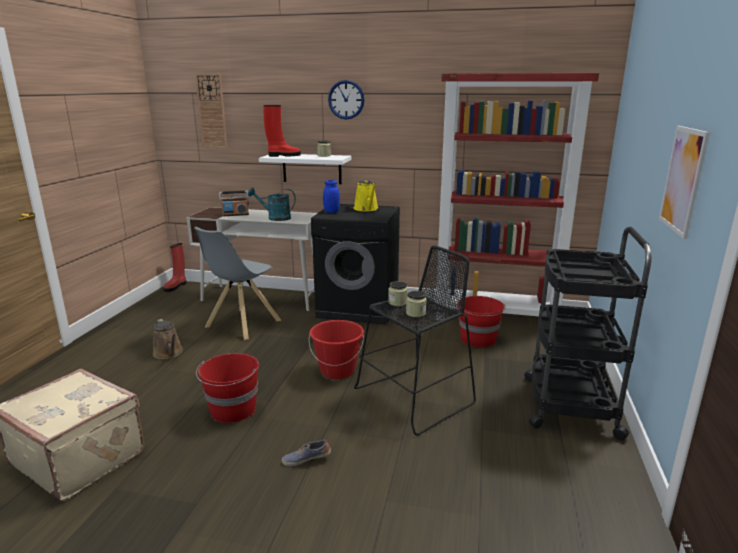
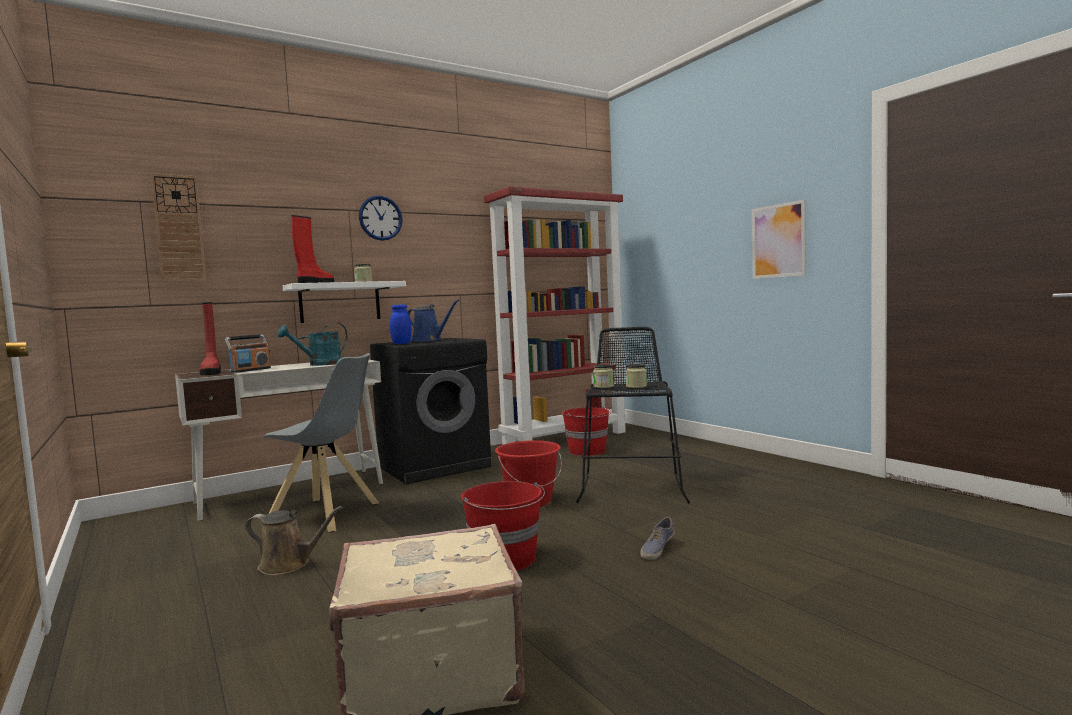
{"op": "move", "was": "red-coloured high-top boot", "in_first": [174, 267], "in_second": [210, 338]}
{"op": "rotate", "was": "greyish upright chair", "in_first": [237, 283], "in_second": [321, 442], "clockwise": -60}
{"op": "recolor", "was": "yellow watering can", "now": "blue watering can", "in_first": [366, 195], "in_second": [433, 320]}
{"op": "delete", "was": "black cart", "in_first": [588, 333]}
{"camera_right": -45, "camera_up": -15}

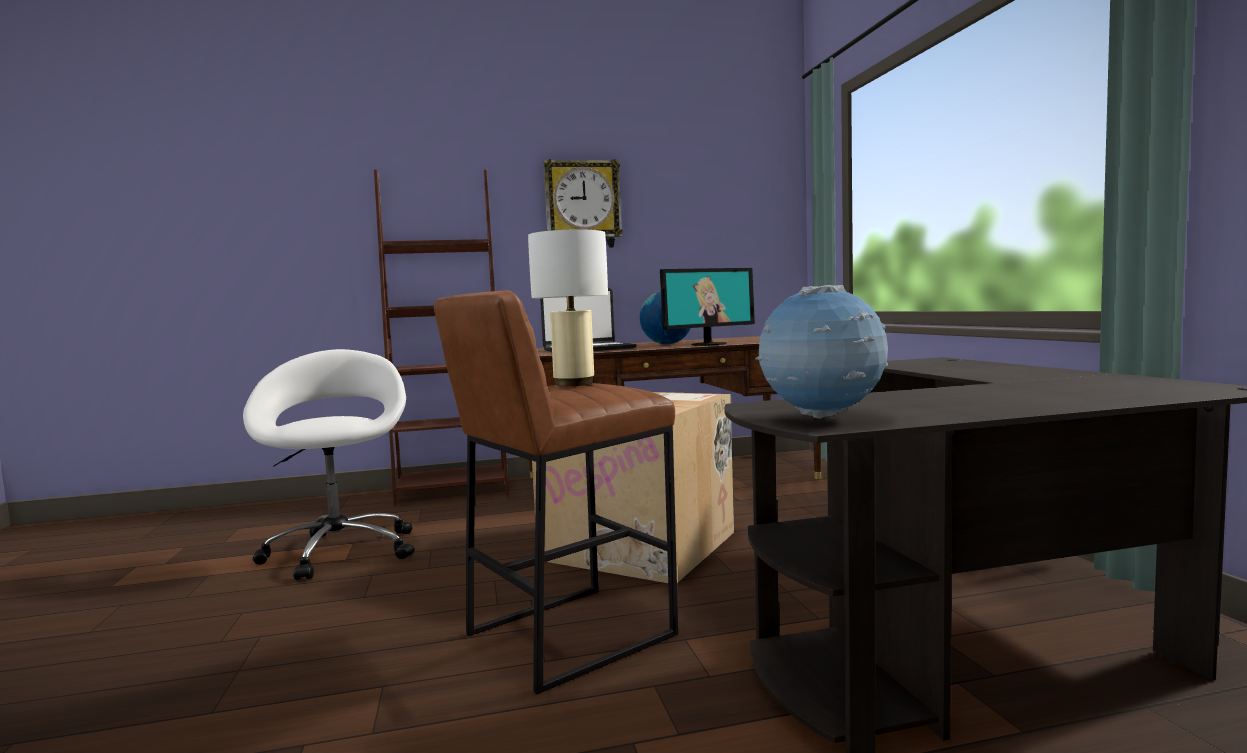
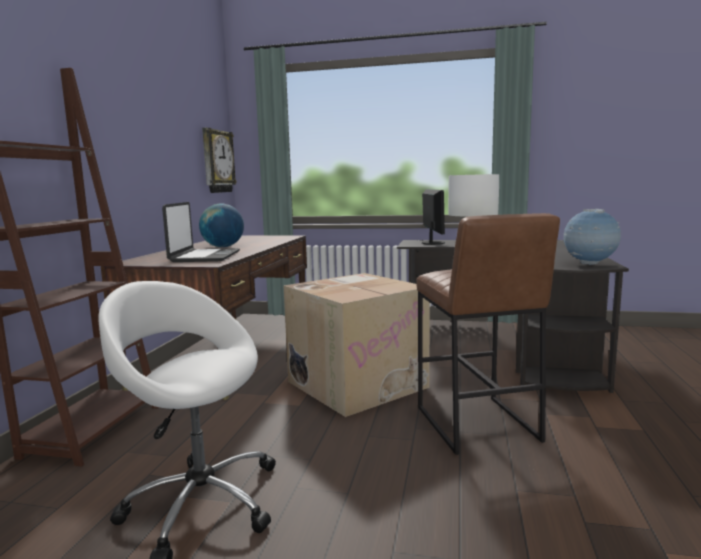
{"op": "move", "was": "wall clock", "in_first": [583, 203], "in_second": [219, 160]}
{"op": "move", "was": "computer display", "in_first": [707, 307], "in_second": [433, 217]}
{"camera_right": -65, "camera_up": 5}

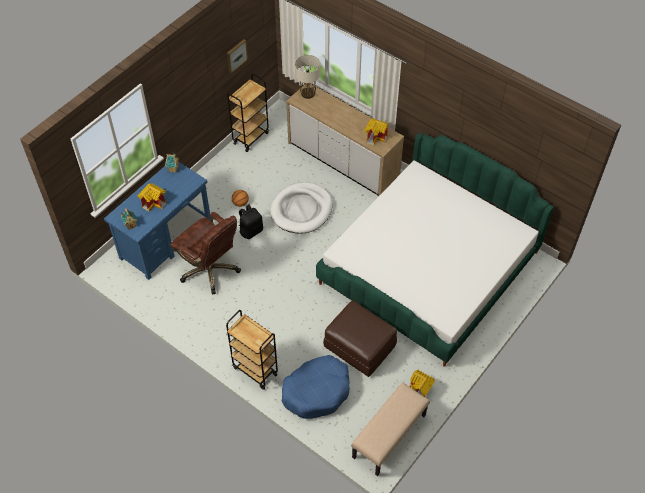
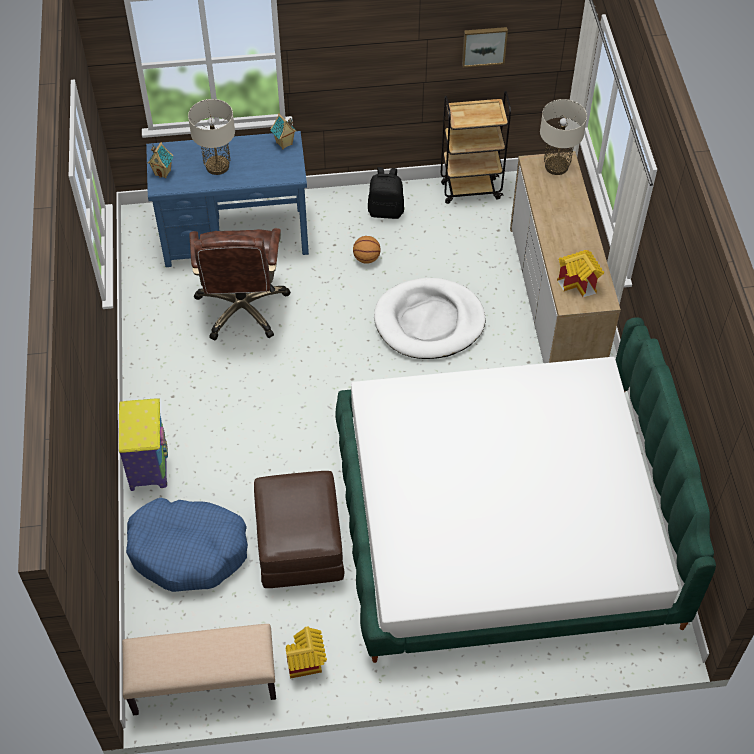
{"op": "replace", "was": "model house", "now": "table lamp", "in_first": [152, 197], "in_second": [211, 137]}
{"op": "replace", "was": "brownish cart", "now": "night table", "in_first": [252, 350], "in_second": [143, 444]}
{"op": "move", "was": "black backpack", "in_first": [251, 221], "in_second": [386, 193]}
{"camera_right": 45, "camera_up": 0}

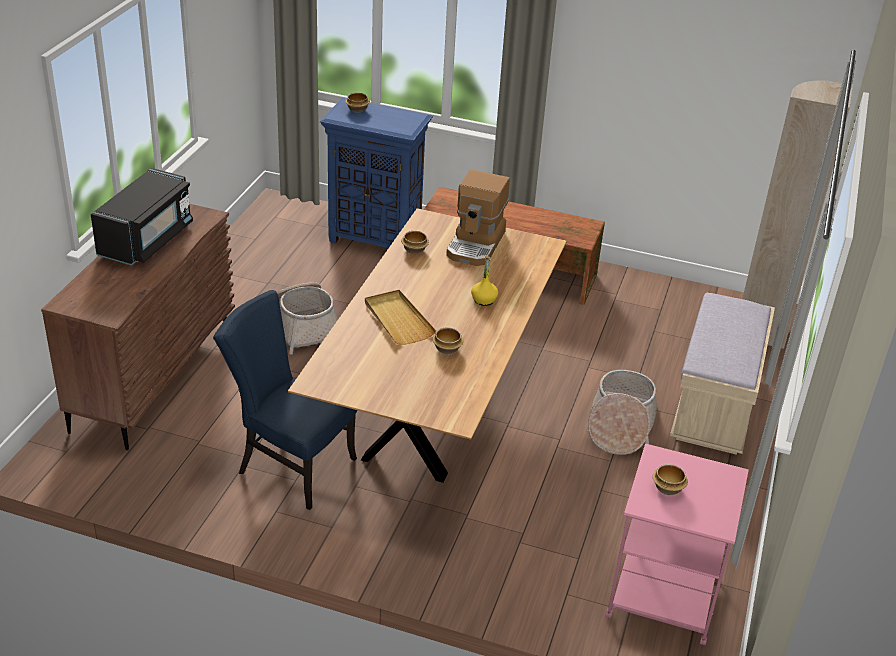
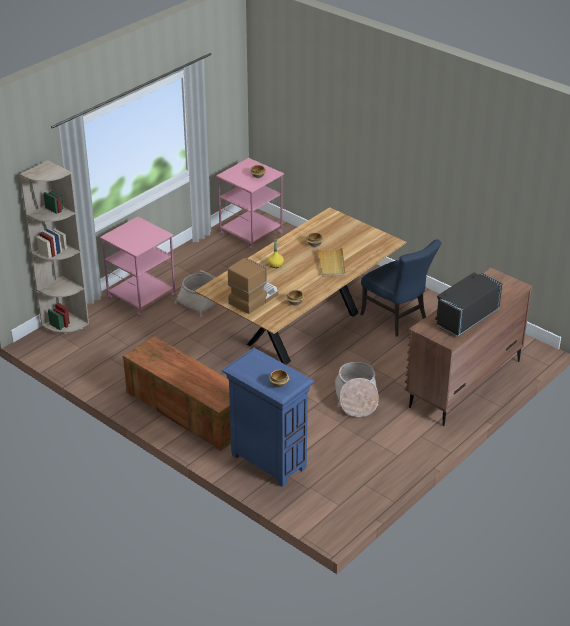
{"op": "replace", "was": "beige-coloured bench", "now": "pink-coloured cart", "in_first": [722, 373], "in_second": [138, 266]}
{"camera_right": -155, "camera_up": 0}

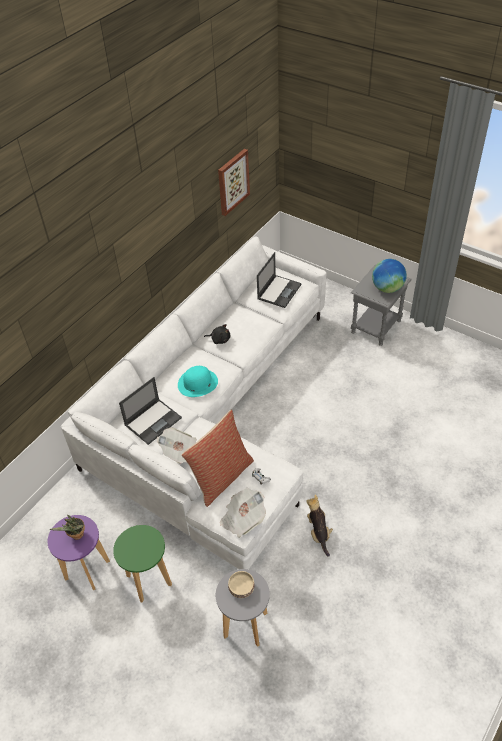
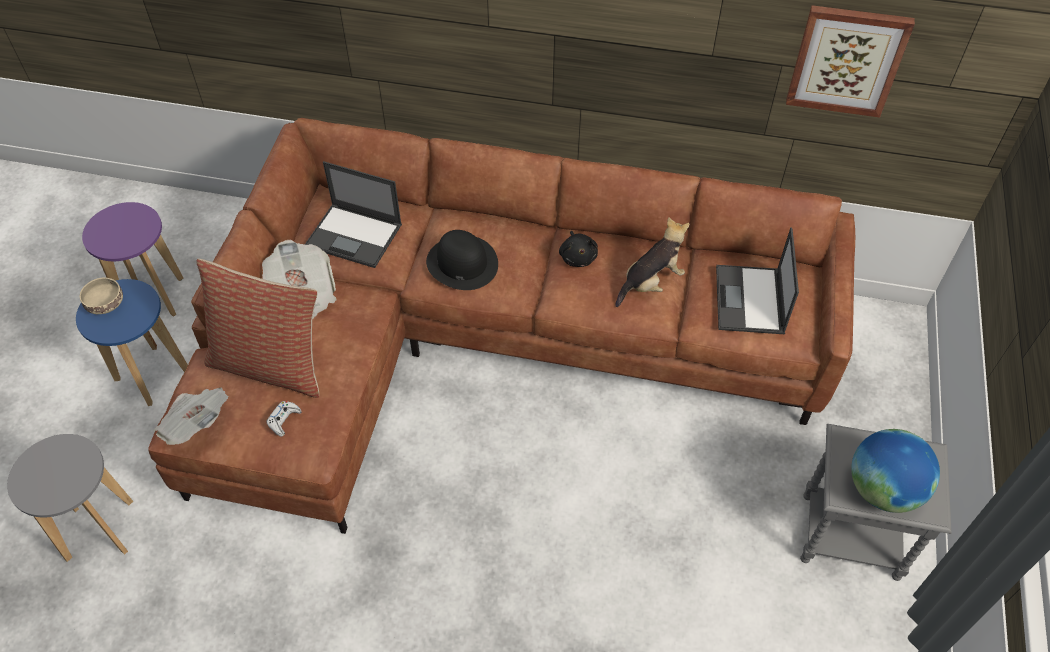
{"op": "delete", "was": "houseplant", "in_first": [67, 527]}
{"op": "recolor", "was": "white couch", "now": "brownish couch", "in_first": [193, 402], "in_second": [501, 326]}
{"op": "recolor", "was": "green sitting stool", "now": "blue sitting stool", "in_first": [142, 564], "in_second": [132, 342]}
{"op": "recolor", "was": "turquoise-coloured clothing hat", "now": "black clothing hat", "in_first": [198, 381], "in_second": [462, 260]}
{"op": "move", "was": "beige-coloured serving bowl", "in_first": [241, 584], "in_second": [101, 296]}
{"op": "rotate", "was": "laptop", "in_first": [279, 280], "in_second": [757, 280], "clockwise": 90}
{"op": "move", "was": "soft toy", "in_first": [319, 526], "in_second": [652, 262]}
{"camera_right": 65, "camera_up": 5}

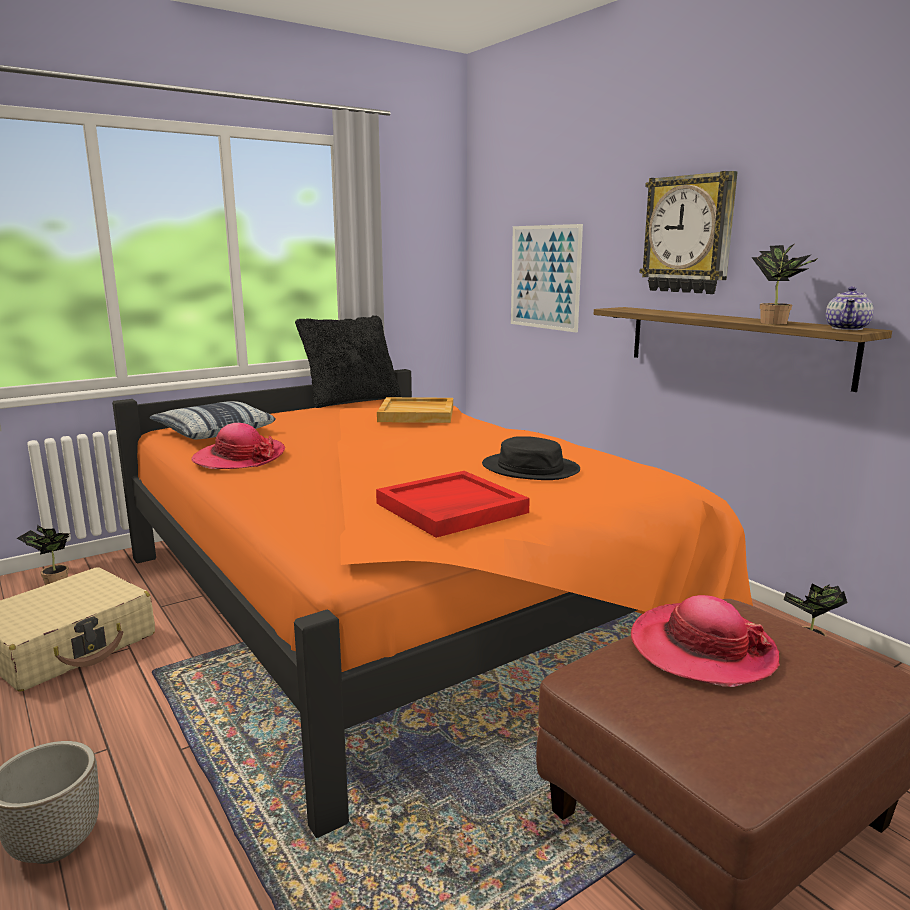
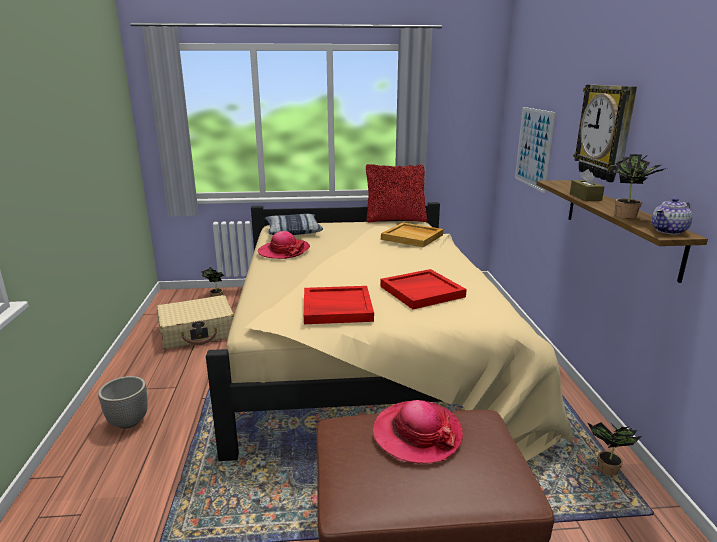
{"op": "recolor", "was": "orange sleeping bed", "now": "beige-coloured sleeping bed", "in_first": [432, 603], "in_second": [389, 331]}
{"op": "recolor", "was": "black cushion", "now": "red-coloured cushion", "in_first": [348, 361], "in_second": [396, 193]}
{"op": "replace", "was": "black clothing hat", "now": "red-coloured tray", "in_first": [531, 458], "in_second": [423, 289]}
{"op": "insert", "now": "brownish tissue box", "in_second": [587, 185]}
{"camera_right": 30, "camera_up": 5}

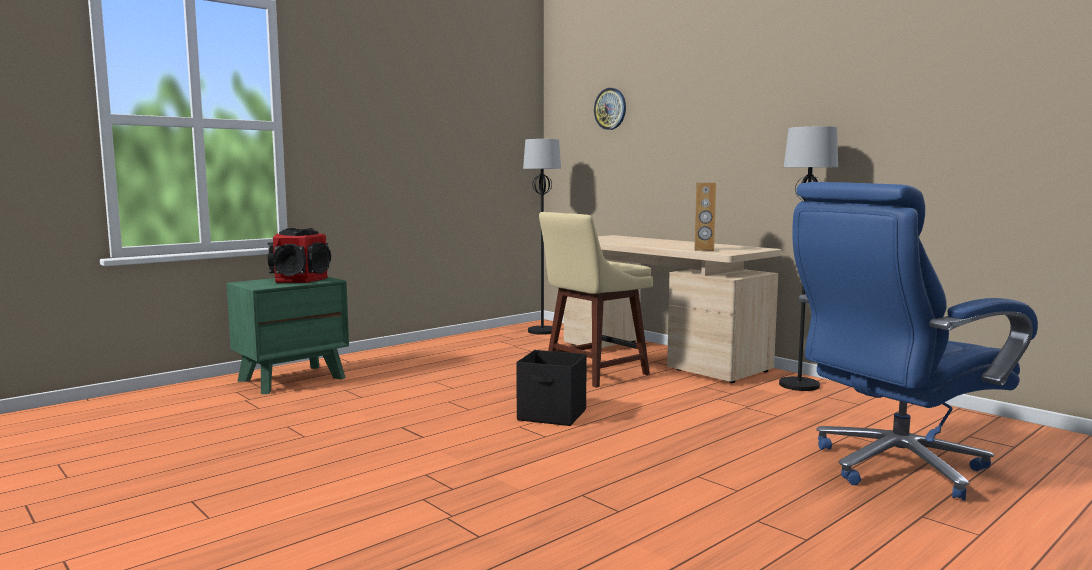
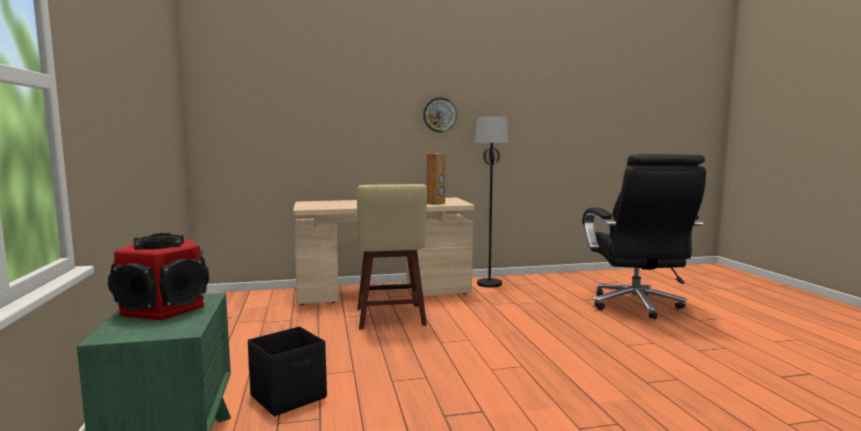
{"op": "move", "was": "black storage container", "in_first": [551, 388], "in_second": [287, 371]}
{"op": "delete", "was": "black standard lamp", "in_first": [542, 237]}
{"op": "move", "was": "wall clock", "in_first": [610, 109], "in_second": [440, 114]}
{"op": "recolor", "was": "blue office chair", "now": "black office chair", "in_first": [915, 341], "in_second": [644, 237]}
{"camera_right": -60, "camera_up": 0}

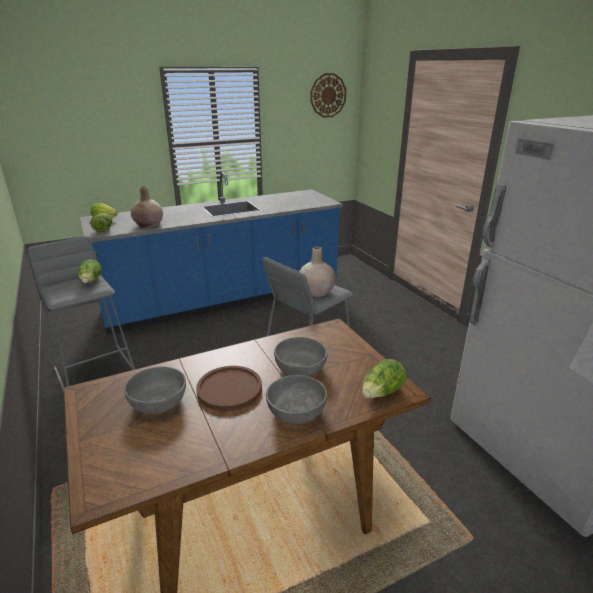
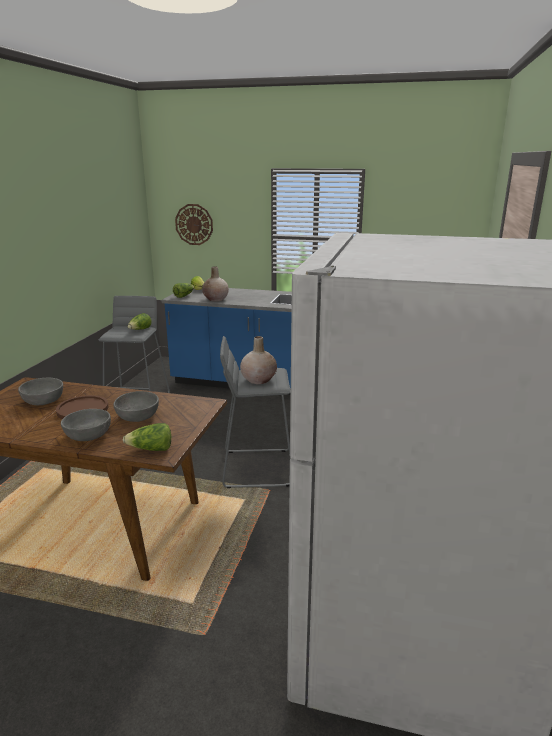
{"op": "move", "was": "wall clock", "in_first": [328, 95], "in_second": [194, 224]}
{"camera_right": 40, "camera_up": -5}

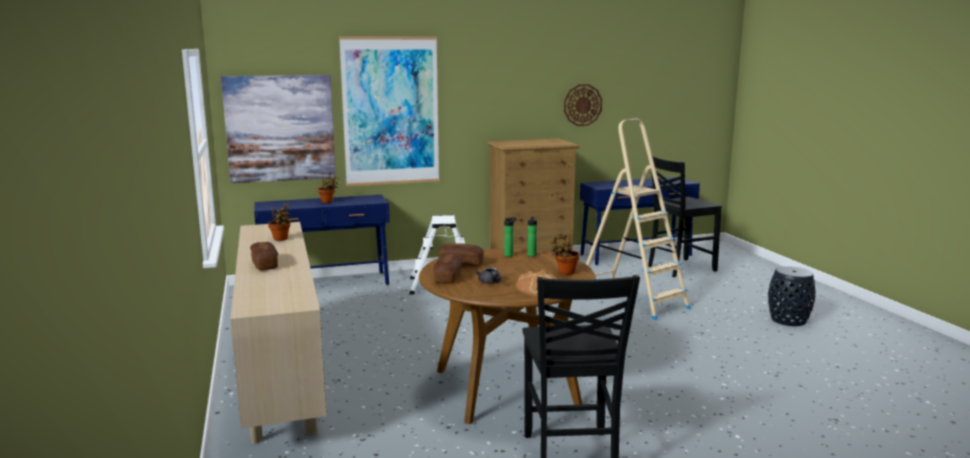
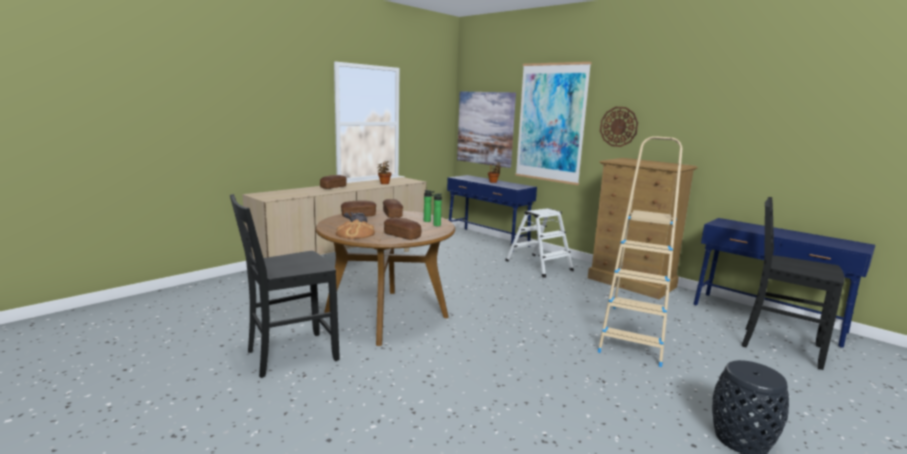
{"op": "replace", "was": "houseplant", "now": "baked bread", "in_first": [564, 254], "in_second": [402, 228]}
{"op": "move", "was": "wall clock", "in_first": [583, 105], "in_second": [619, 127]}
{"camera_right": 60, "camera_up": 0}

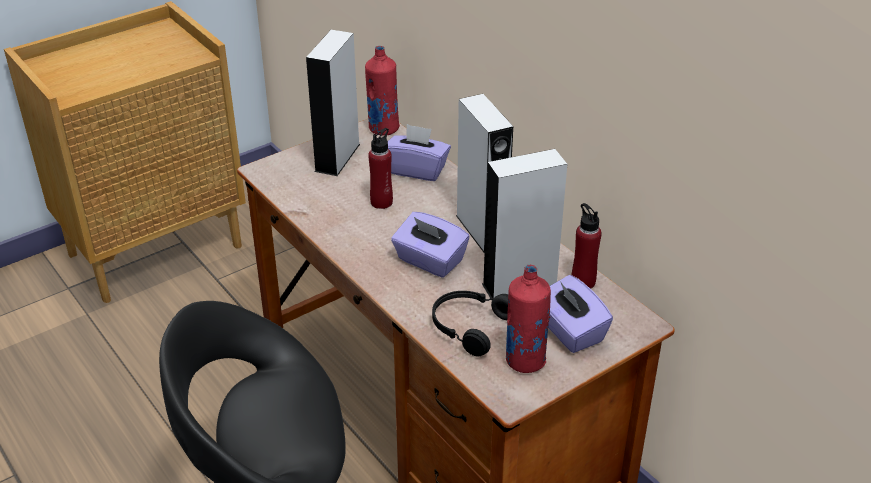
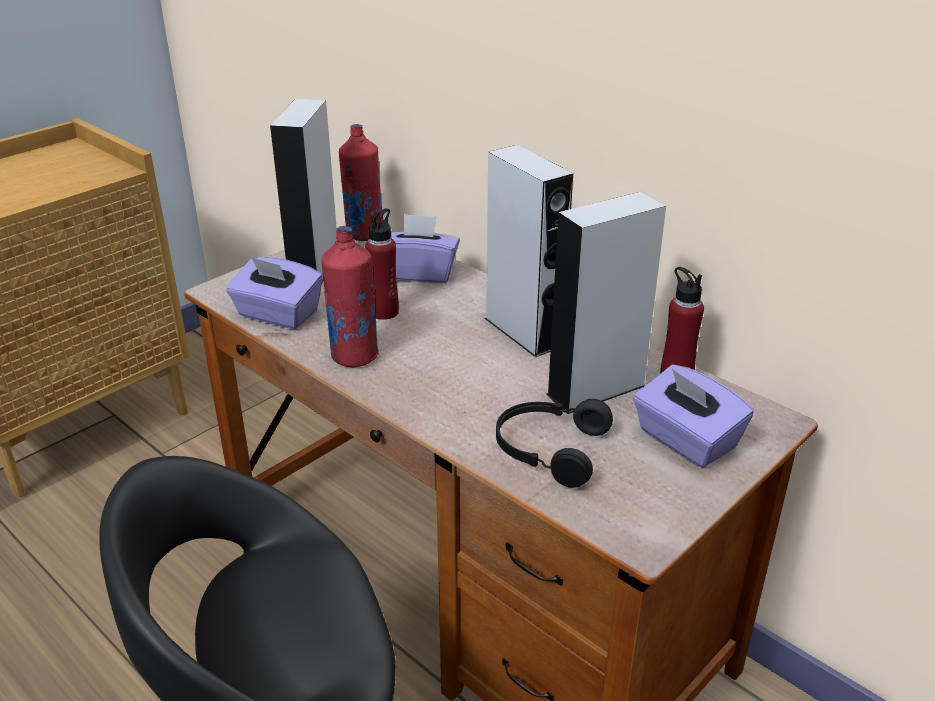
{"op": "move", "was": "purple-coloured tissue box", "in_first": [430, 245], "in_second": [274, 292]}
{"op": "move", "was": "red-coloured bottle", "in_first": [528, 319], "in_second": [350, 296]}
{"camera_right": -10, "camera_up": -5}

